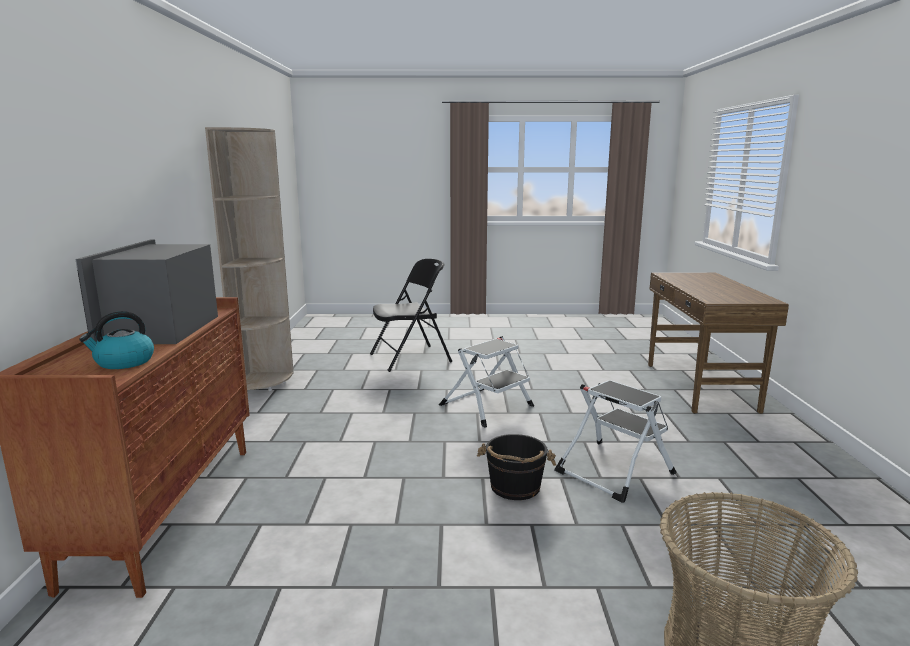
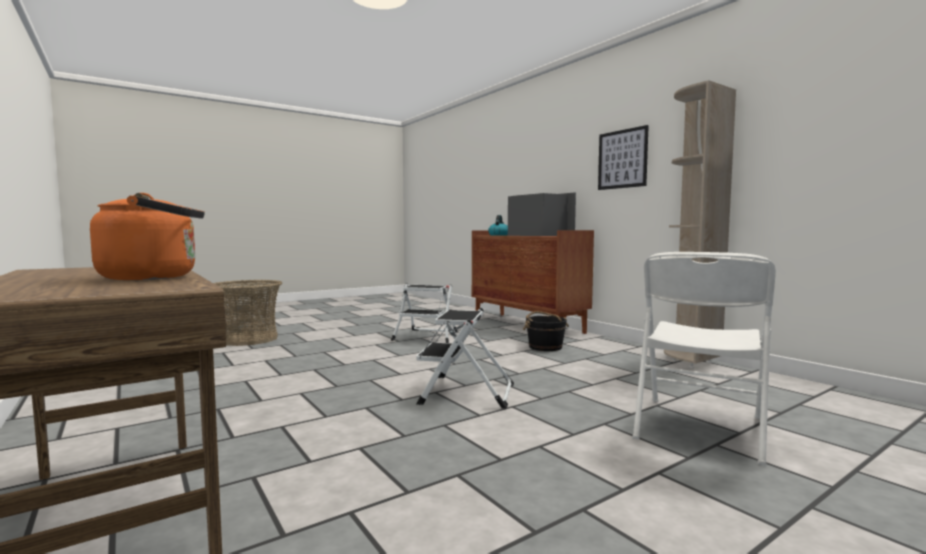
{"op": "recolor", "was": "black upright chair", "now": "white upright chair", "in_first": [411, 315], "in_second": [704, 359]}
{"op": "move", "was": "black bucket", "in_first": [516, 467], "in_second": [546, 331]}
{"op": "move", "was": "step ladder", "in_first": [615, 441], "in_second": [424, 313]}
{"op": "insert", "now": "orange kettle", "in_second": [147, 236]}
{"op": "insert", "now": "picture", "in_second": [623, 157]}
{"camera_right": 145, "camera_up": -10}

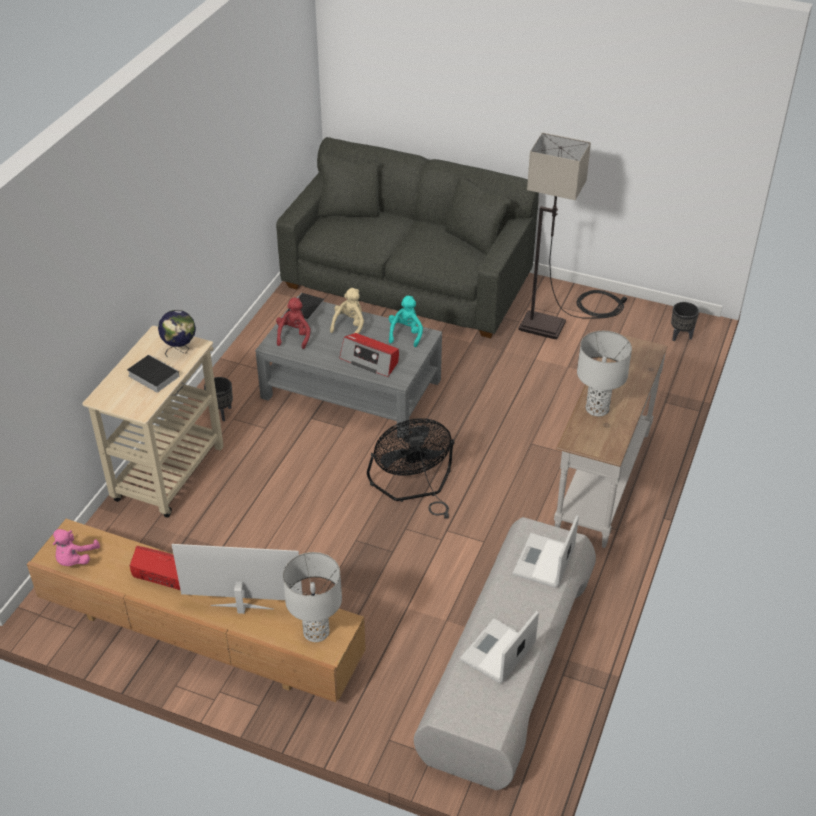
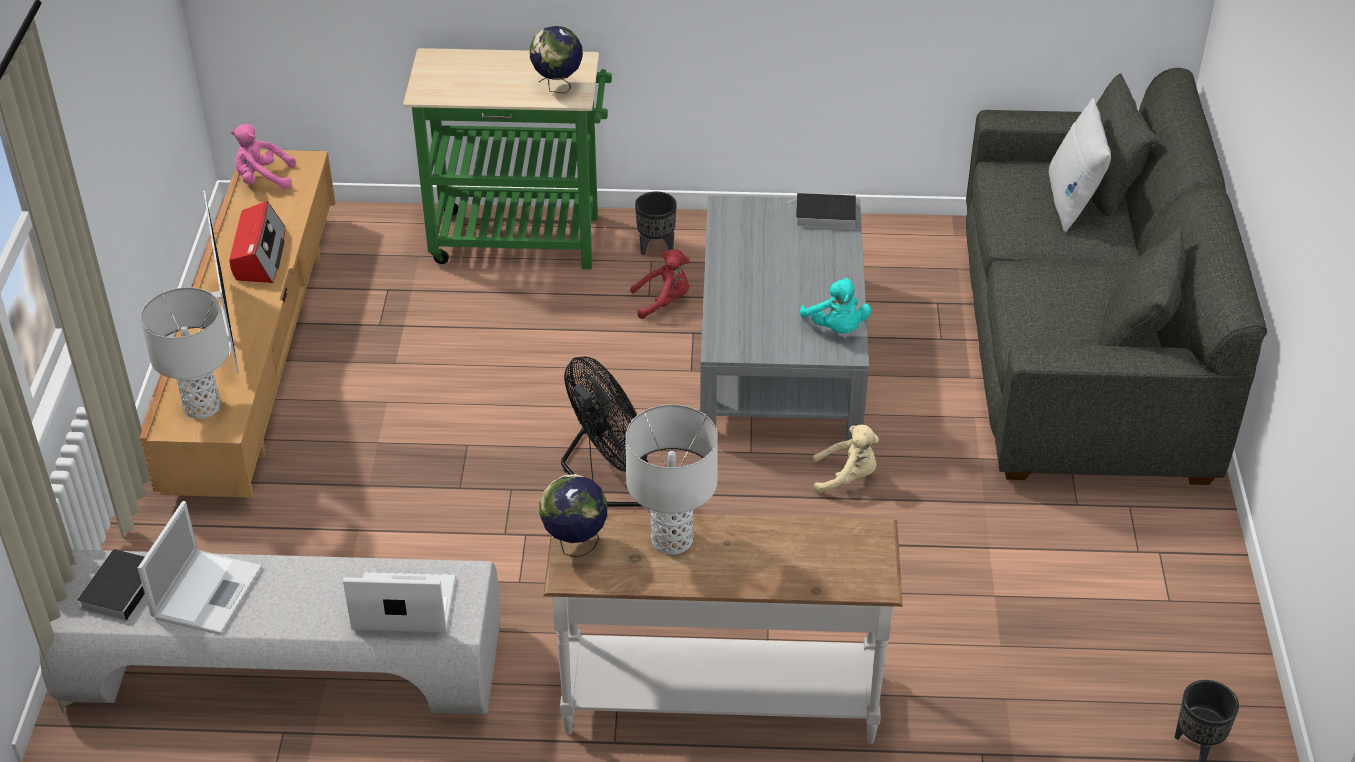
{"op": "recolor", "was": "beige-coloured cart", "now": "green cart", "in_first": [153, 422], "in_second": [507, 158]}
{"op": "move", "was": "book", "in_first": [153, 374], "in_second": [111, 585]}
{"op": "move", "was": "red-coloured soft toy", "in_first": [293, 323], "in_second": [660, 284]}
{"op": "move", "was": "beige-coloured soft toy", "in_first": [347, 311], "in_second": [846, 459]}
{"op": "delete", "was": "radio", "in_first": [369, 355]}
{"op": "rotate", "was": "turquoise-coloured soft toy", "in_first": [406, 321], "in_second": [836, 305], "clockwise": 75}
{"op": "rotate", "was": "laptop", "in_first": [499, 647], "in_second": [200, 568], "clockwise": 90}
{"op": "delete", "was": "standard lamp", "in_first": [572, 236]}
{"op": "insert", "now": "world globe", "in_second": [573, 515]}
{"op": "insert", "now": "greyish cushion", "in_second": [1080, 165]}
{"camera_right": 70, "camera_up": 0}

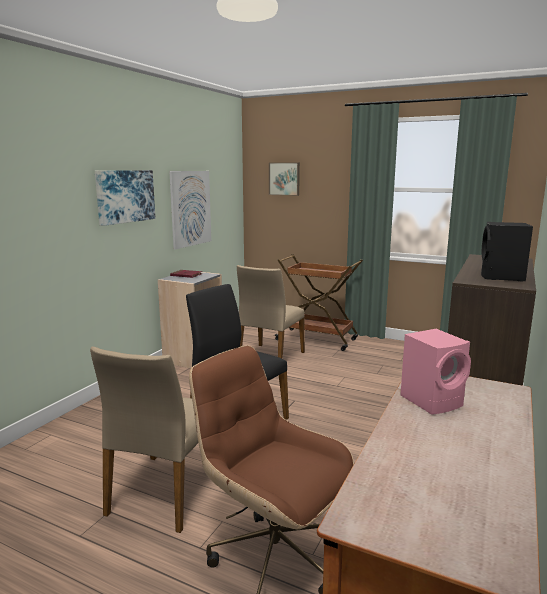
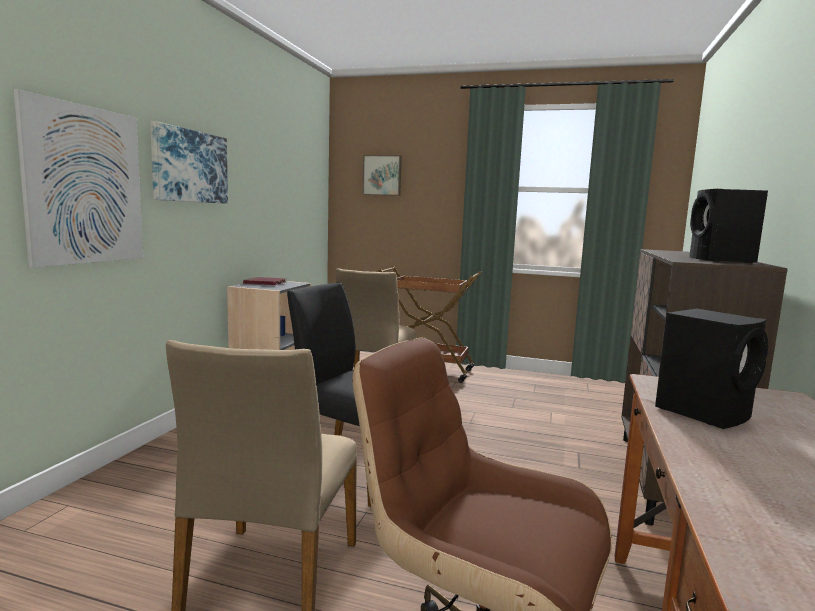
{"op": "move", "was": "picture", "in_first": [190, 210], "in_second": [78, 178]}
{"op": "recolor", "was": "pink-coloured speaker", "now": "black speaker", "in_first": [435, 372], "in_second": [711, 369]}
{"camera_right": -10, "camera_up": -5}

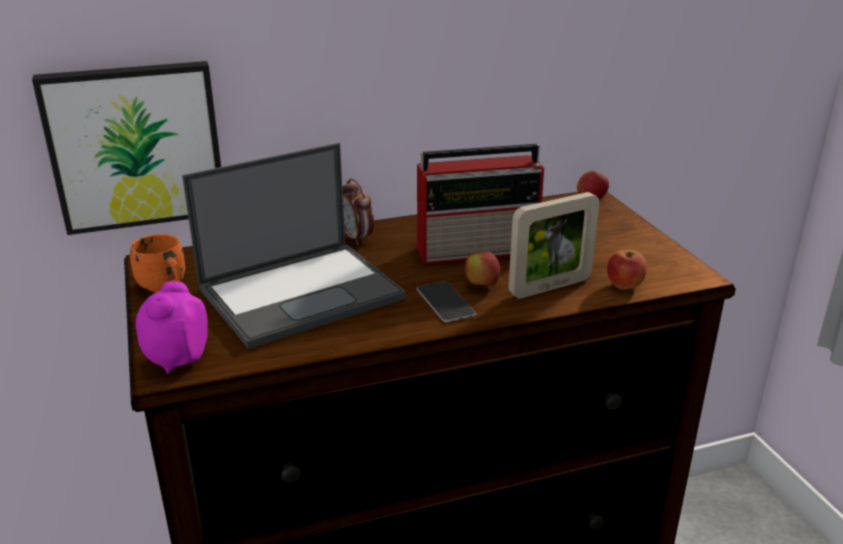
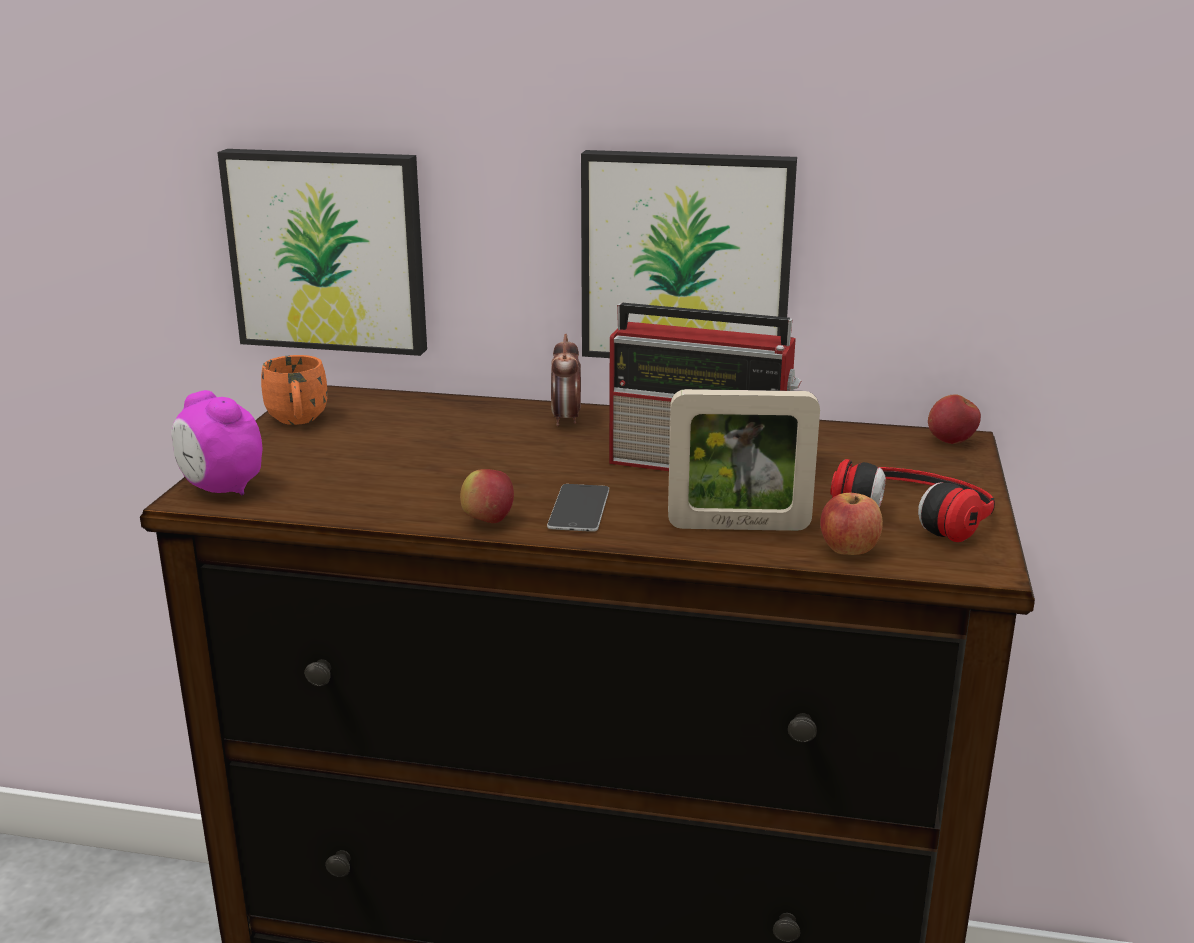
{"op": "rotate", "was": "table clock", "in_first": [172, 327], "in_second": [216, 442], "clockwise": -90}
{"op": "delete", "was": "laptop", "in_first": [294, 246]}
{"op": "move", "was": "whole apple", "in_first": [482, 268], "in_second": [487, 496]}
{"op": "insert", "now": "picture", "in_second": [689, 254]}
{"op": "insert", "now": "pair of headphones", "in_second": [912, 500]}
{"camera_right": 30, "camera_up": -5}

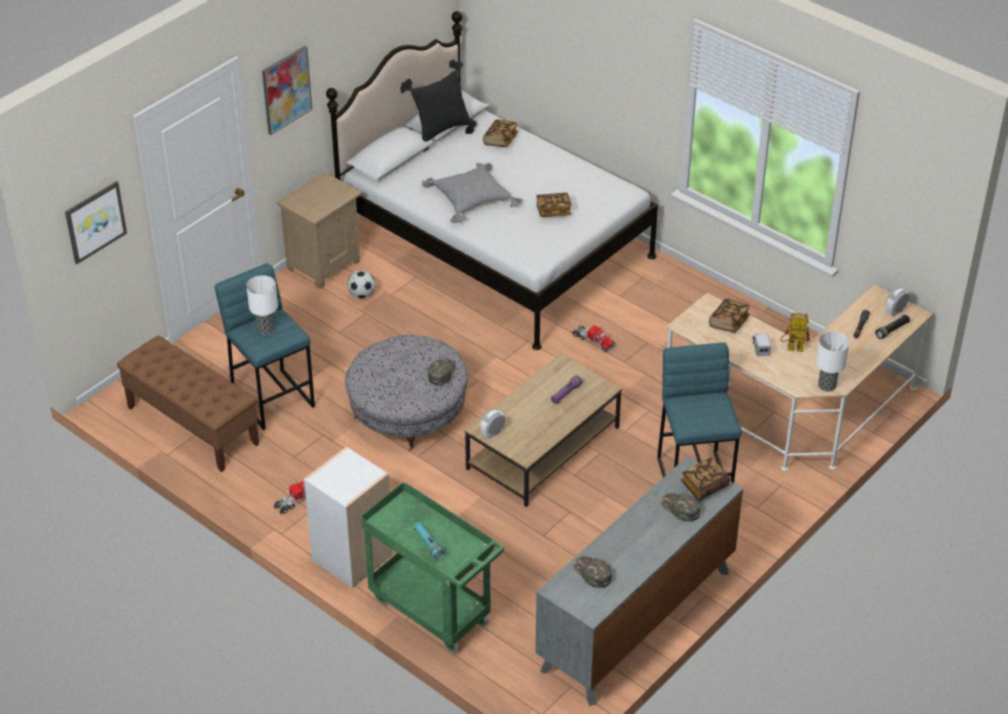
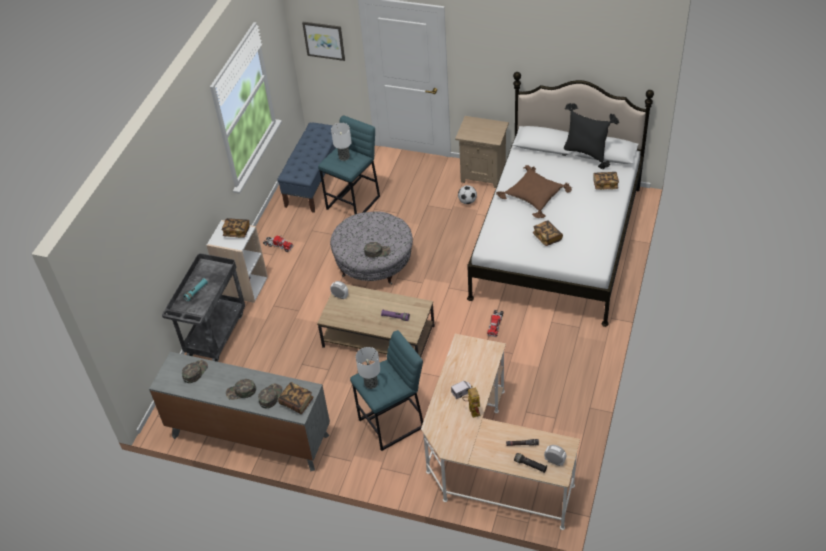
{"op": "recolor", "was": "brownish bench", "now": "blue bench", "in_first": [188, 404], "in_second": [306, 168]}
{"op": "delete", "was": "picture", "in_first": [287, 90]}
{"op": "recolor", "was": "green cart", "now": "greyish cart", "in_first": [432, 568], "in_second": [203, 307]}
{"op": "recolor", "was": "greyish cushion", "now": "brownish cushion", "in_first": [472, 193], "in_second": [534, 191]}
{"op": "move", "was": "book", "in_first": [729, 315], "in_second": [236, 228]}
{"op": "move", "was": "table lamp", "in_first": [833, 361], "in_second": [368, 368]}
{"op": "insert", "now": "green baseball cap", "in_second": [241, 389]}
{"camera_right": 70, "camera_up": 5}

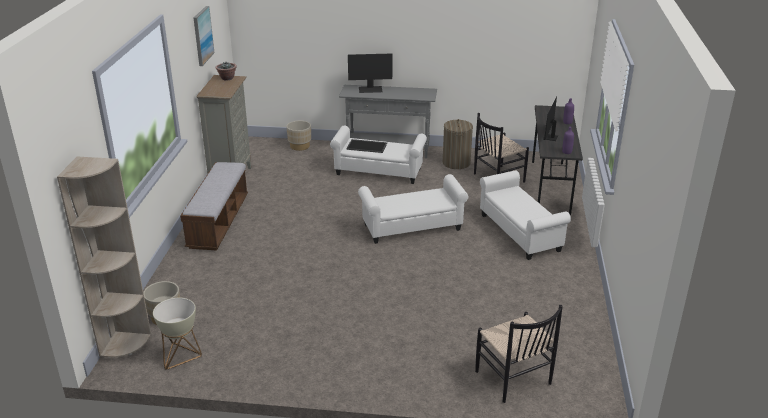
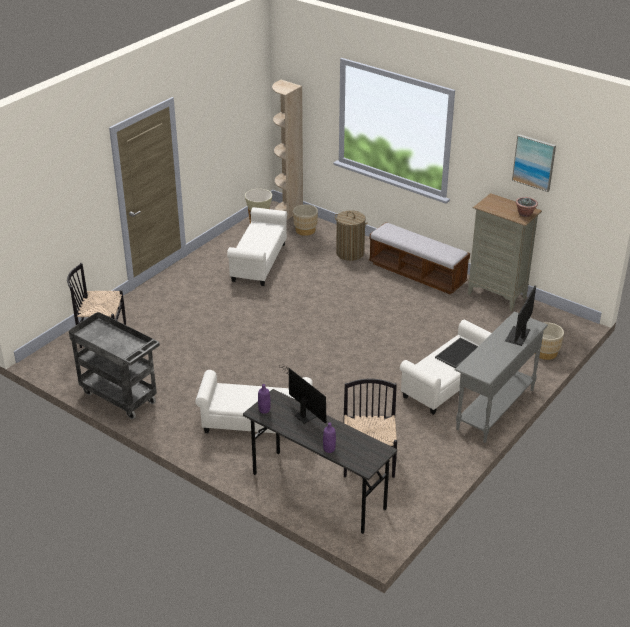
{"op": "move", "was": "white footrest", "in_first": [413, 209], "in_second": [257, 246]}
{"op": "move", "was": "laundry basket", "in_first": [458, 144], "in_second": [351, 235]}
{"op": "insert", "now": "black cart", "in_second": [114, 365]}
{"camera_right": 120, "camera_up": 5}

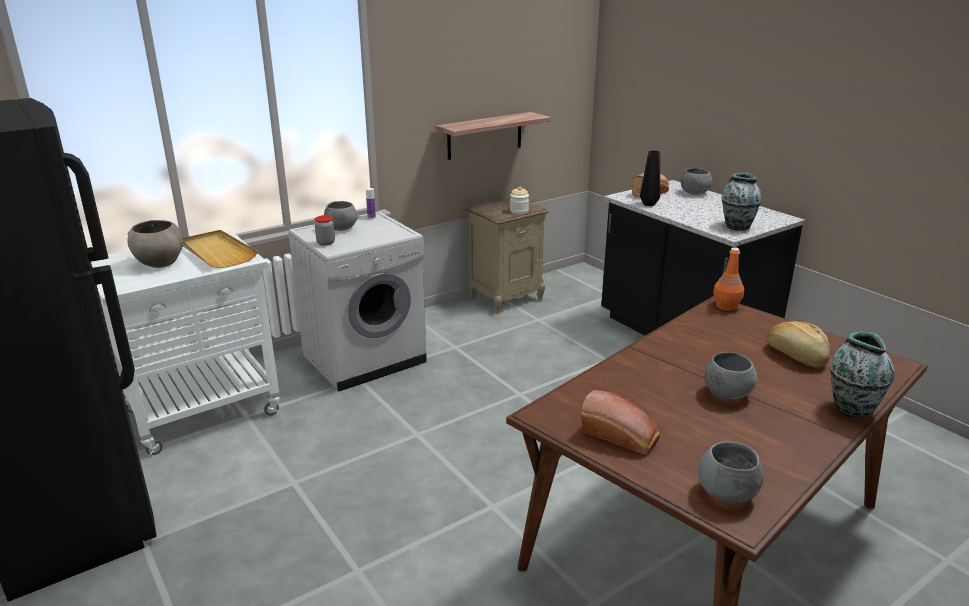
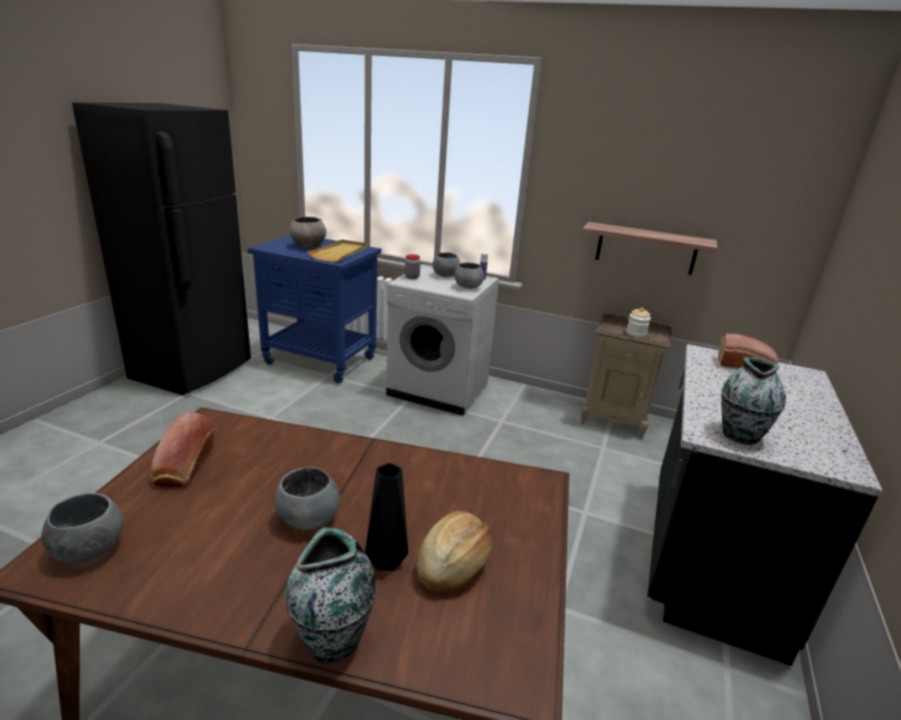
{"op": "recolor", "was": "white cart", "now": "blue cart", "in_first": [185, 343], "in_second": [314, 309]}
{"op": "move", "was": "black flower vase", "in_first": [650, 178], "in_second": [386, 517]}
{"op": "move", "was": "greyish serving bowl", "in_first": [696, 181], "in_second": [469, 275]}
{"op": "delete", "was": "orange bottle", "in_first": [728, 279]}
{"camera_right": 55, "camera_up": 0}

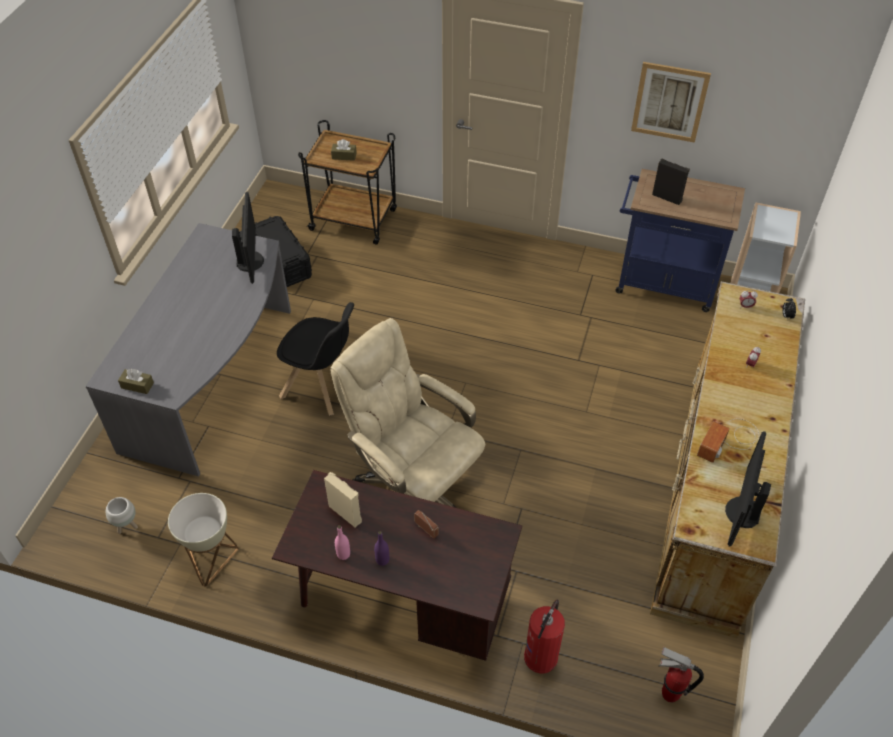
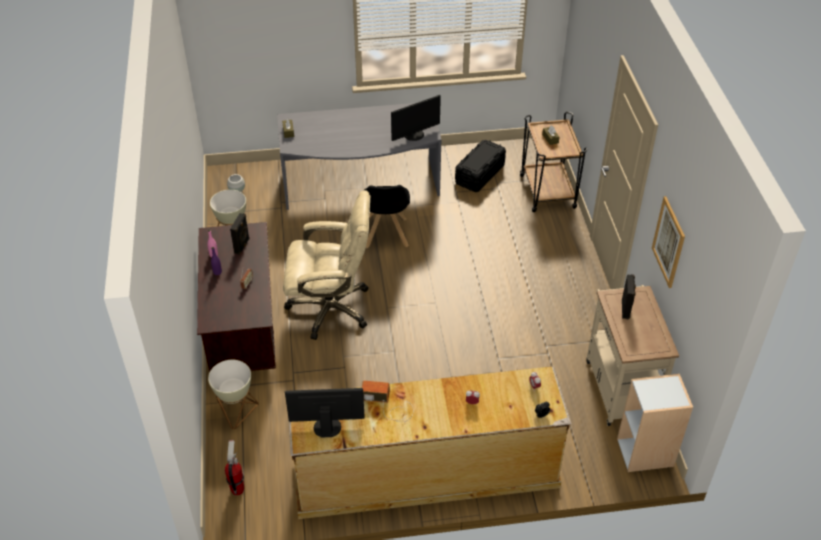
{"op": "recolor", "was": "beige-coloured speaker", "now": "black speaker", "in_first": [343, 499], "in_second": [240, 234]}
{"op": "rotate", "was": "beige-coloured office chair", "in_first": [407, 413], "in_second": [326, 265], "clockwise": 75}
{"op": "replace", "was": "fire extinguisher", "now": "planter", "in_first": [544, 636], "in_second": [233, 394]}
{"op": "recolor", "was": "blue cart", "now": "beige-coloured cart", "in_first": [680, 240], "in_second": [632, 355]}
{"camera_right": 65, "camera_up": -5}

